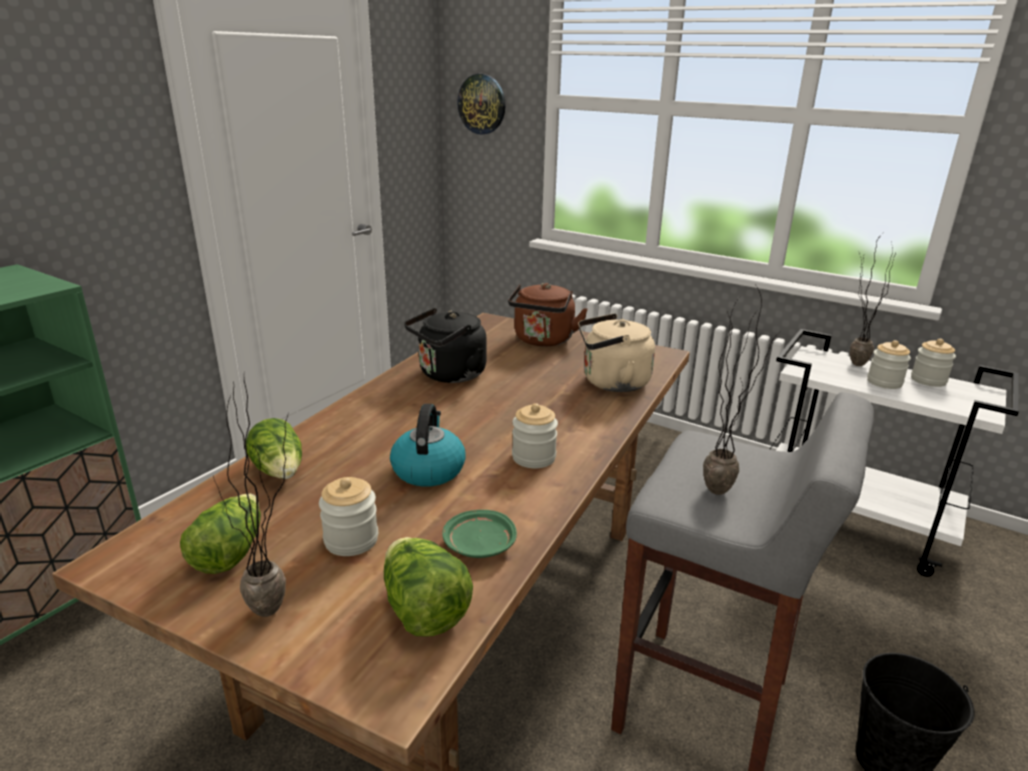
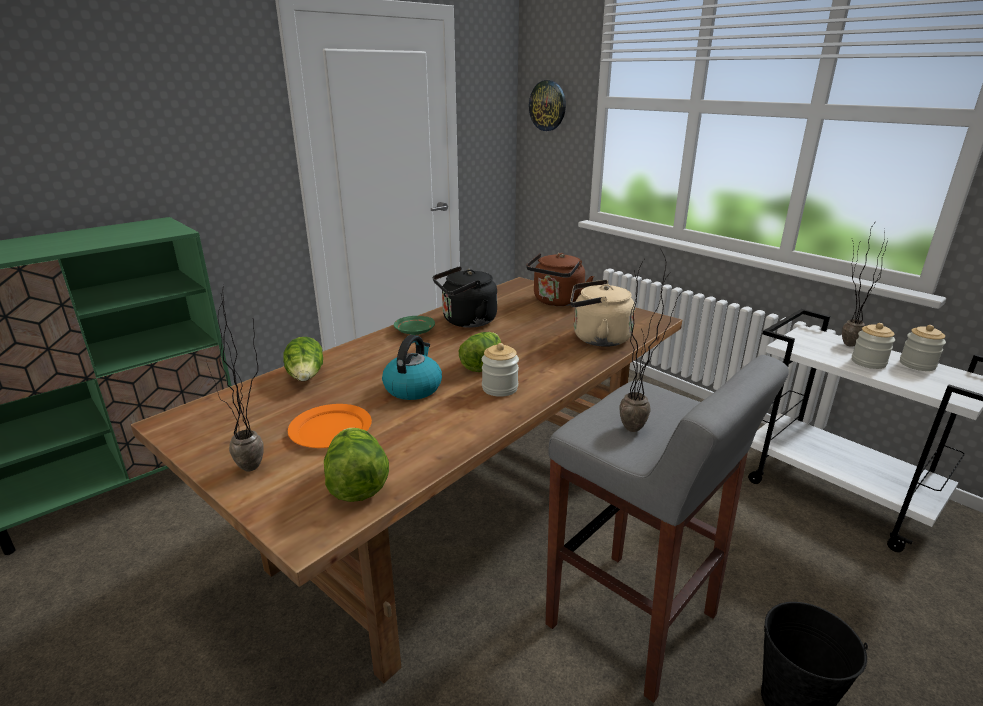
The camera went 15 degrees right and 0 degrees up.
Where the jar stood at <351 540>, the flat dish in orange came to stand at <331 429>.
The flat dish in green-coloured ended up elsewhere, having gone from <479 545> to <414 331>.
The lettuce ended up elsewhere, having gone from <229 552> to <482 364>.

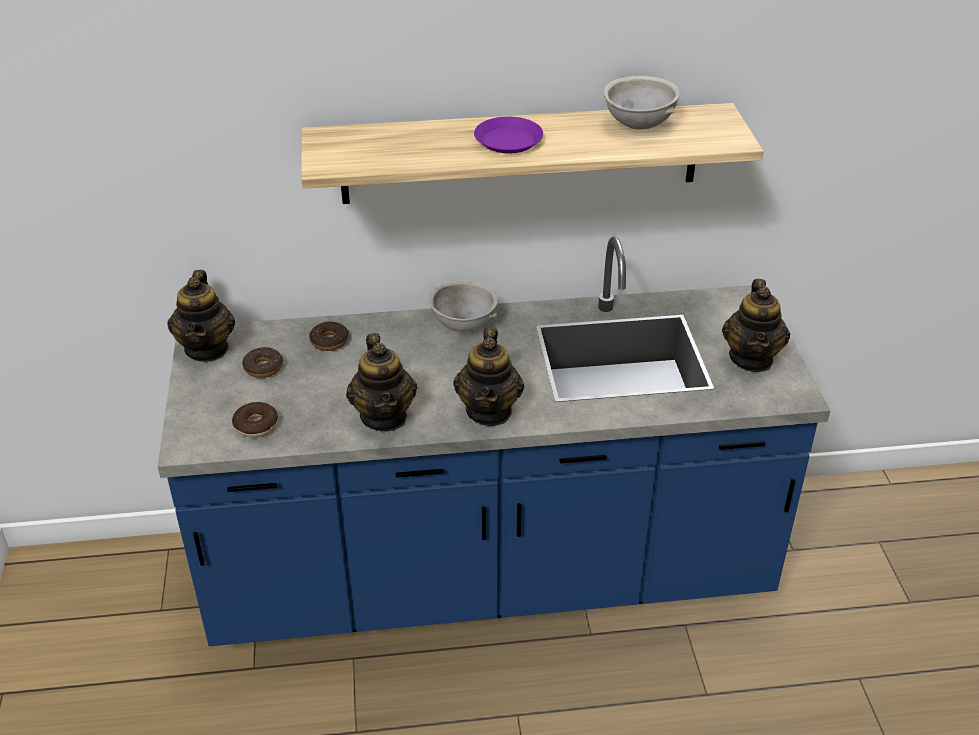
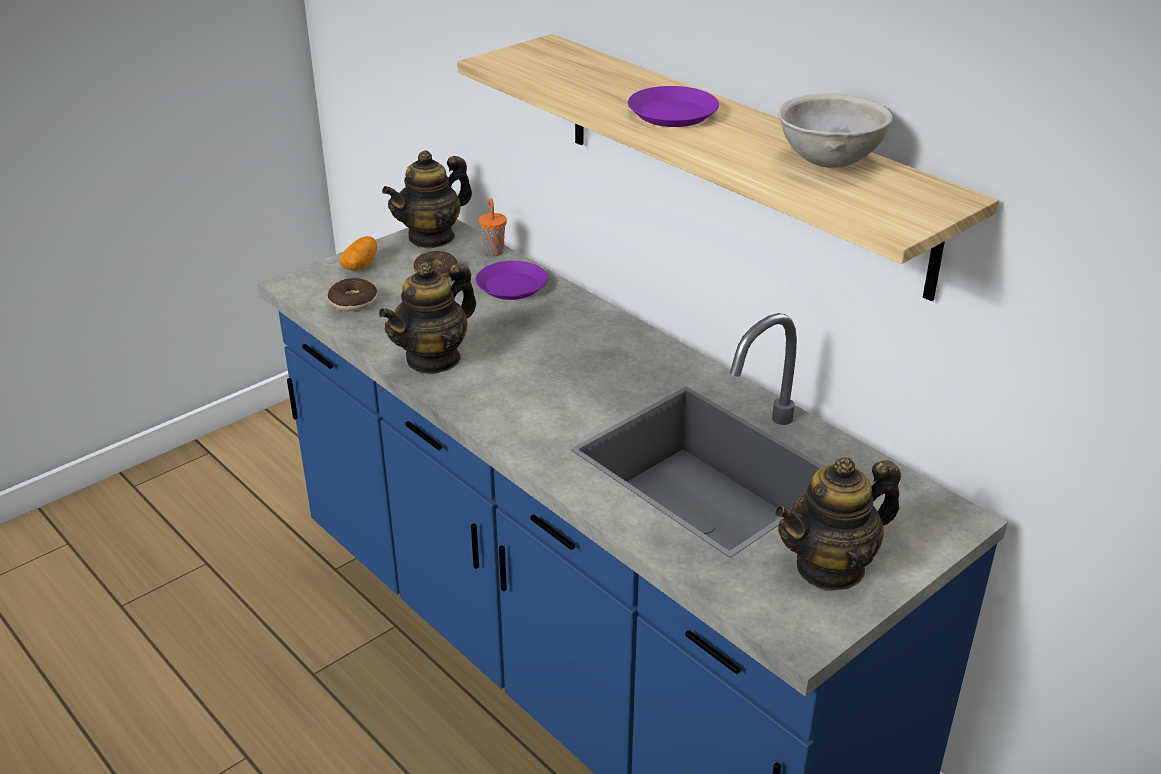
The camera went 55 degrees right and 5 degrees down.
The second view gained the spud at <360 265>.
Where the ring doughnut stood at <329 341>, the flat dish in purplish came to stand at <512 286>.
The second view gained the cup in orange at <493 251>.
The second view lost the serving bowl in gray at <463 324>.
The second view lost the tea pot at <489 411>.

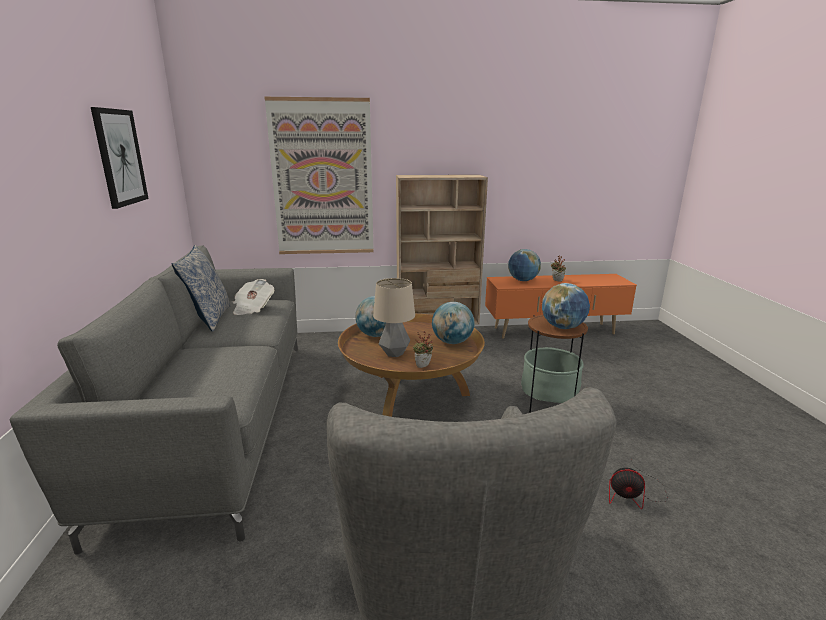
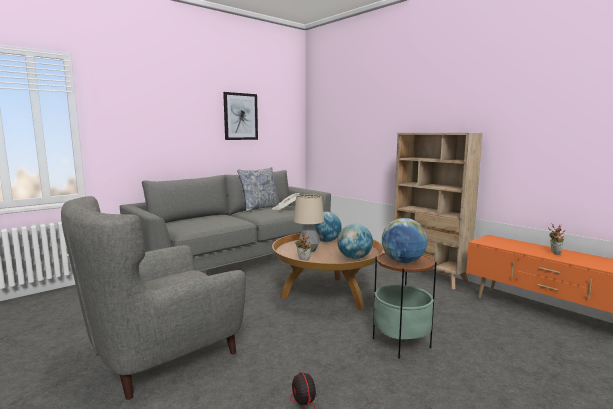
The camera went 55 degrees right and 10 degrees down.
The second view lost the wall art at <322 179>.
The second view lost the desk globe at <523 280>.

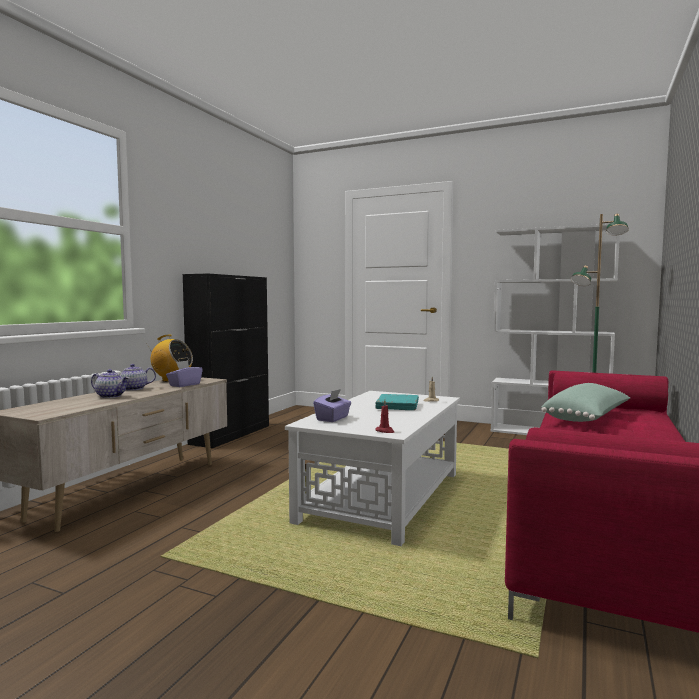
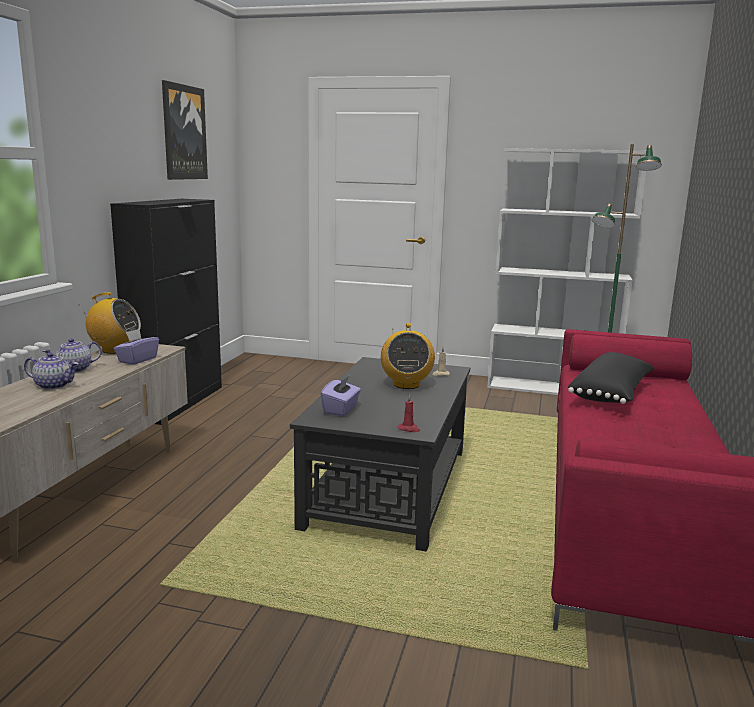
The camera went 10 degrees left and 10 degrees up.
The second view gained the wall art at <183 132>.
What was the lounge table in whitish at <381 497> turned into the lounge table in black-coloured at <388 487>.
Where the book in blue-green stood at <397 406>, the radio came to stand at <406 384>.
What was the pillow in green-coloured at <588 418> turned into the pillow in black-coloured at <612 394>.

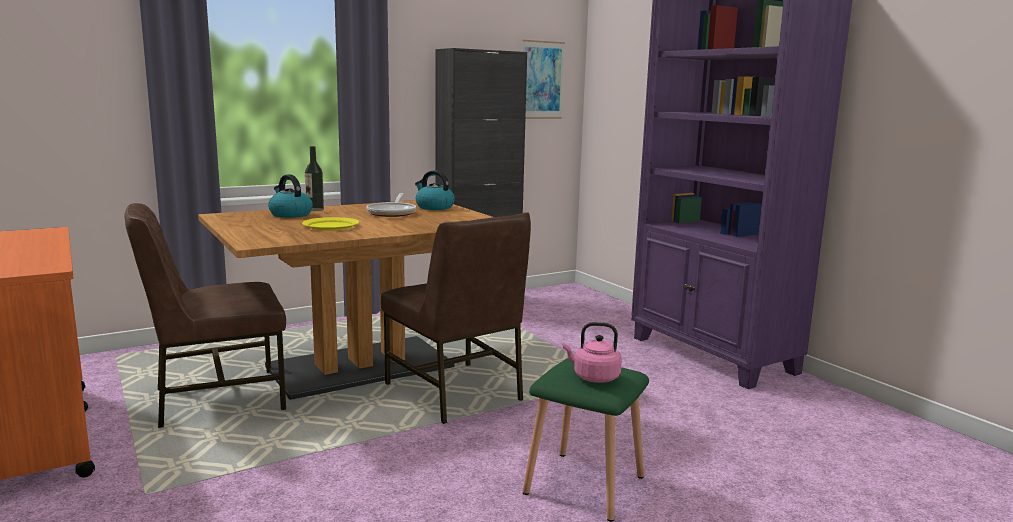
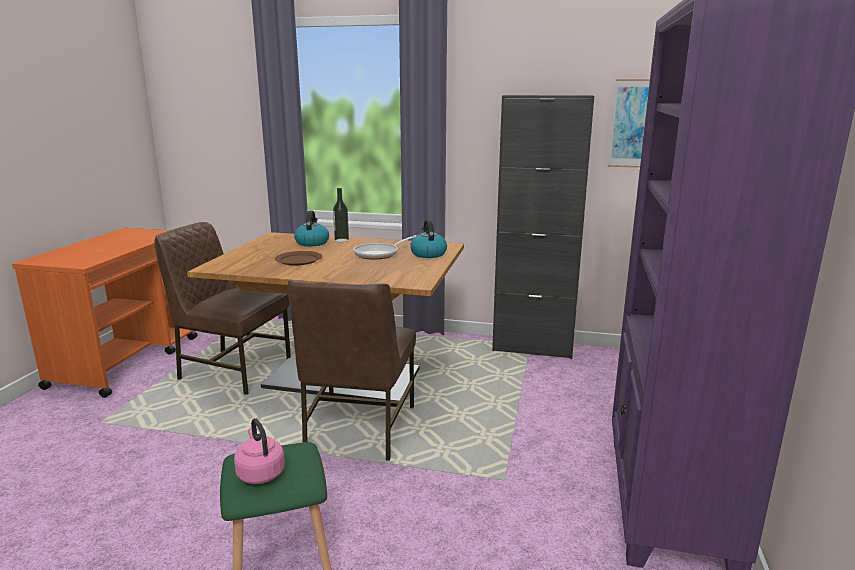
The camera went 45 degrees right and 5 degrees up.
What was the flat dish in yellow-coloured at <330 226> turned into the flat dish in brownish at <298 260>.

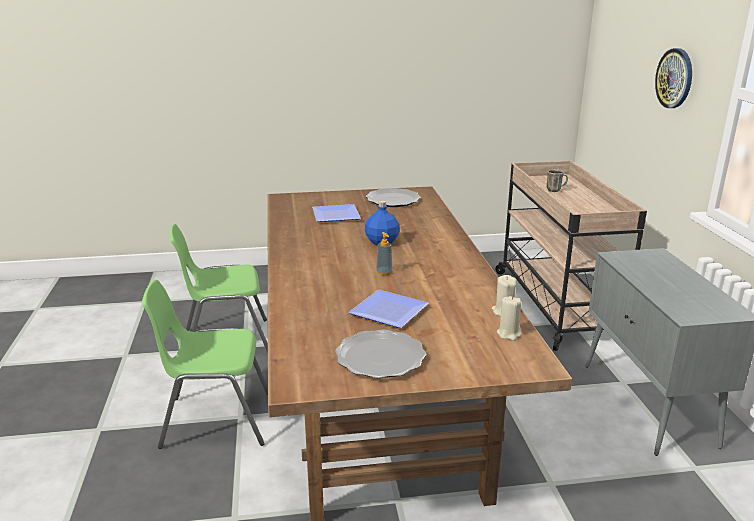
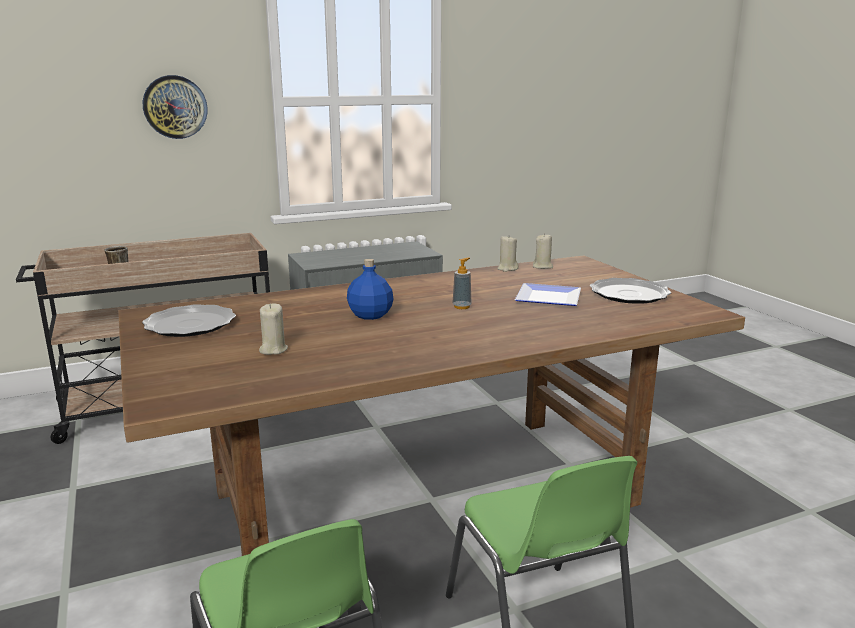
The camera went 105 degrees left and 5 degrees down.
Where the flat dish stood at <334 216>, the wax light in beige-coloured came to stand at <273 350>.

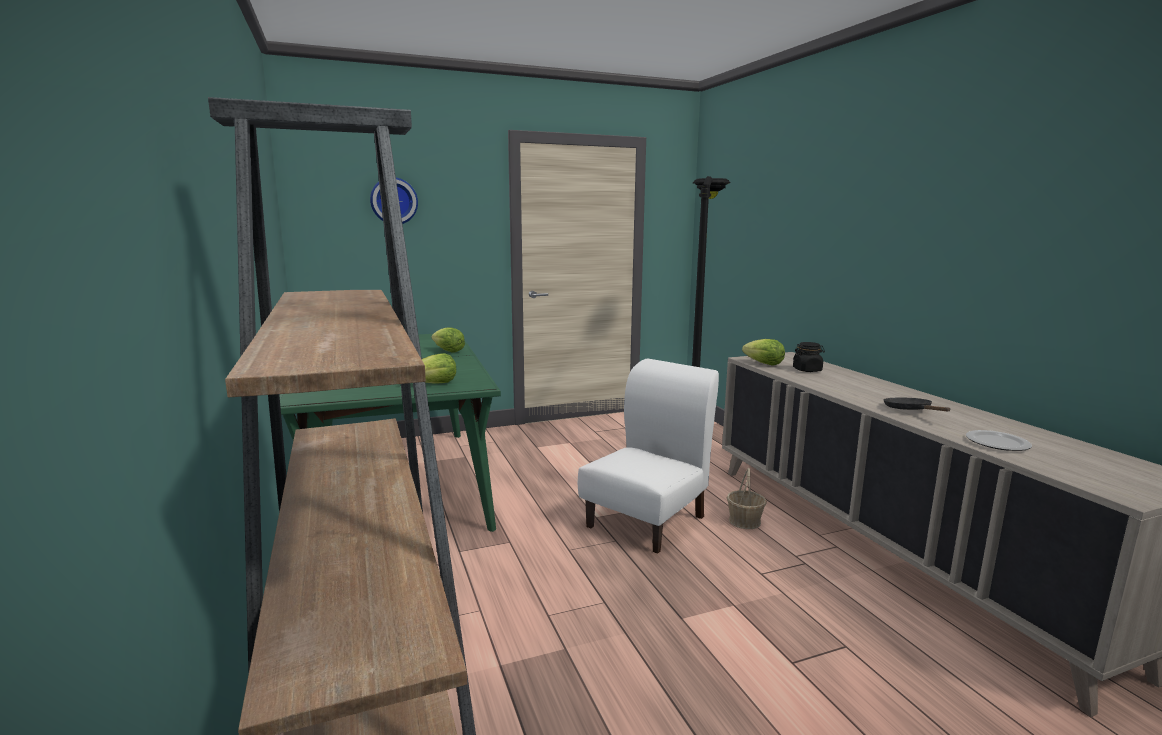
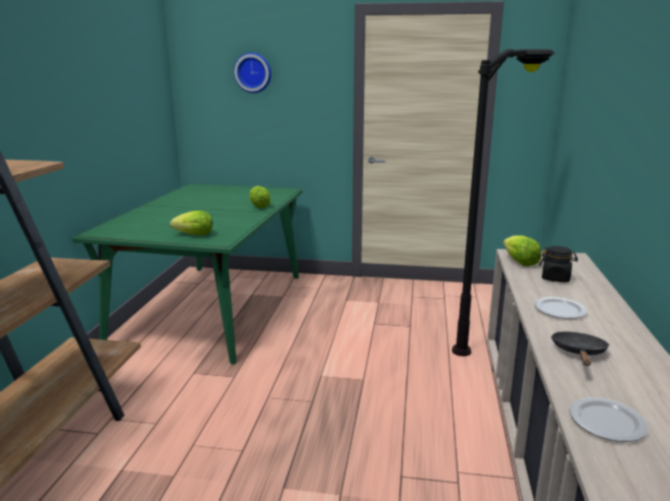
The camera went 30 degrees right and 5 degrees up.
The second view gained the flat dish at <559 310>.
The second view lost the plain chair in whitish at <647 521>.
The second view lost the basket at <745 521>.

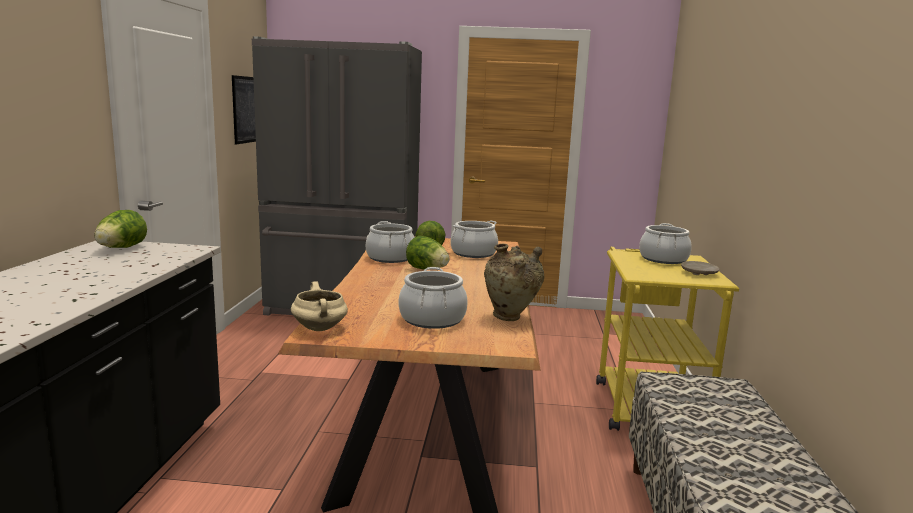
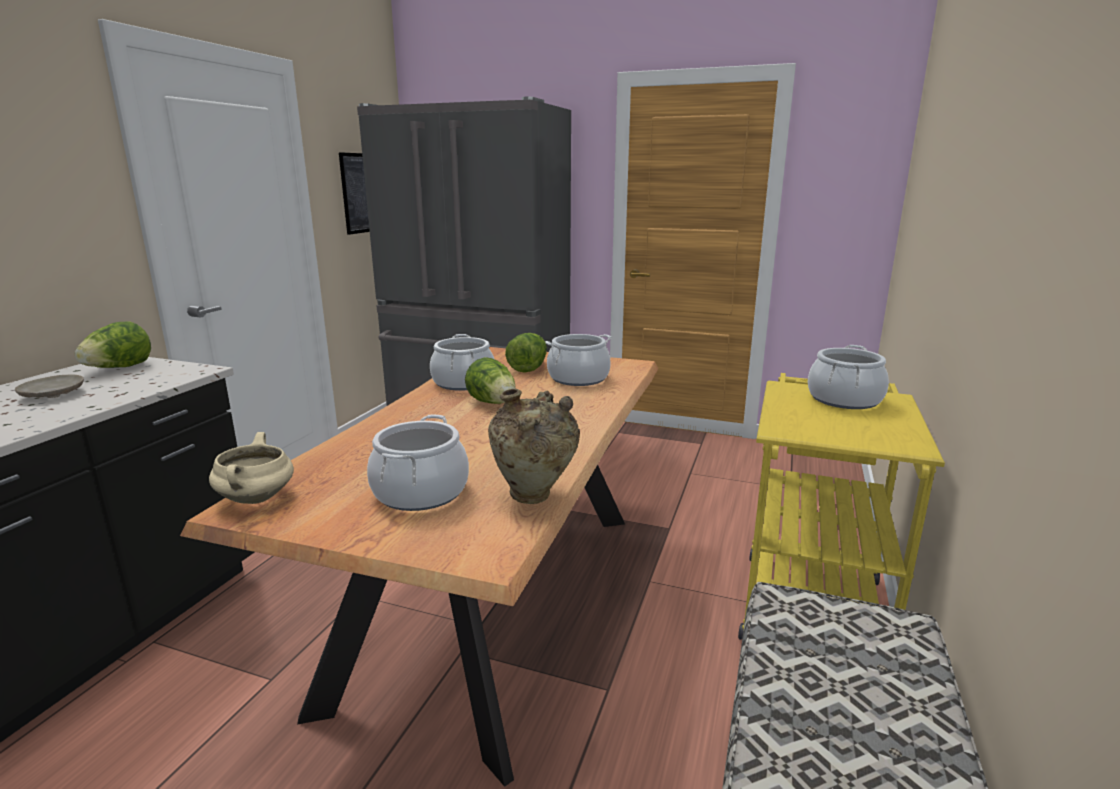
The camera went 15 degrees right and 5 degrees up.
The flat dish in beige-coloured ended up elsewhere, having gone from <699 273> to <52 395>.

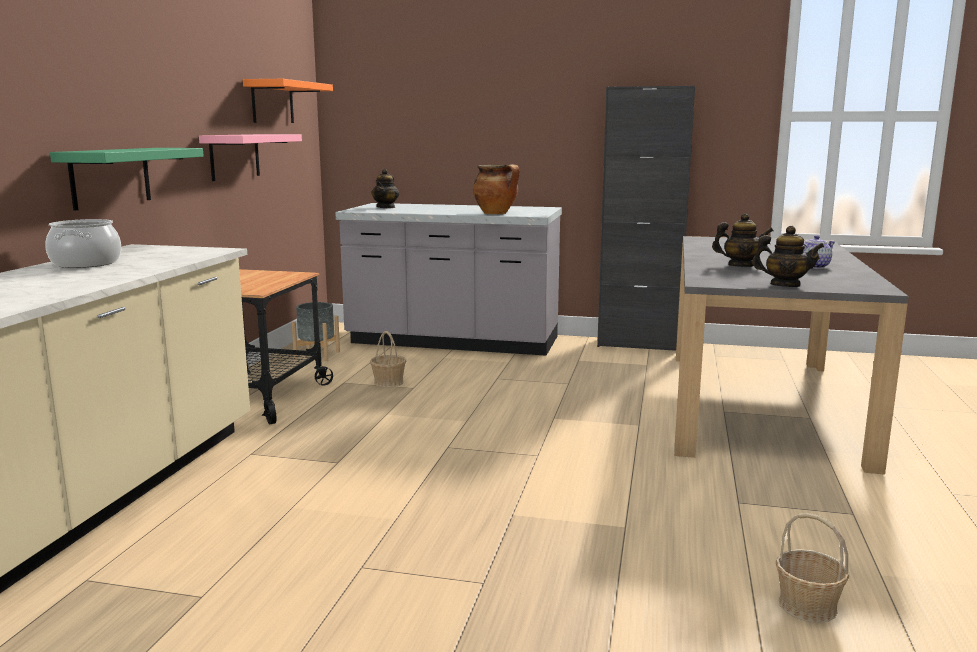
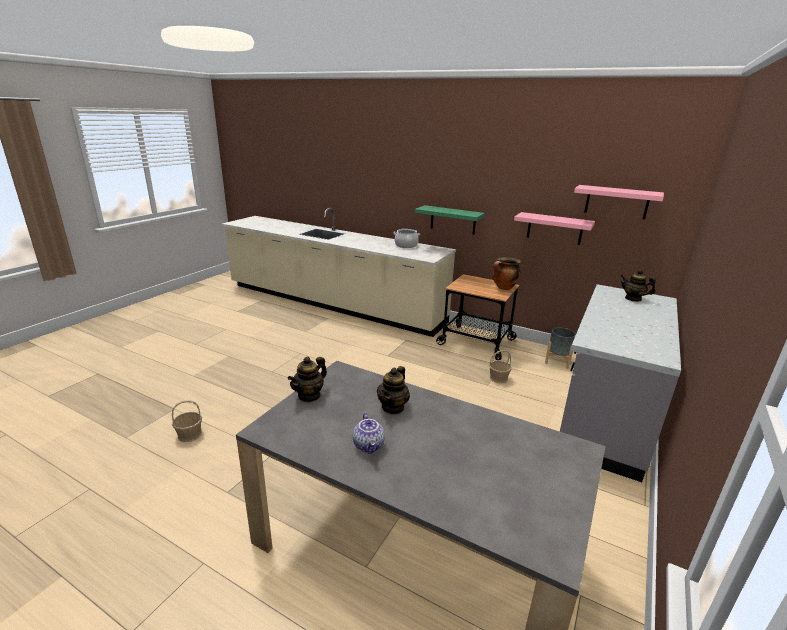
The camera went 105 degrees right and 10 degrees up.
The stockpot ended up elsewhere, having gone from <496 213> to <504 288>.
What was the bracket shelf in orange at <272 102> turned into the bracket shelf in pink-coloured at <616 202>.
The second view lost the storage cabinet in black-coloured at <638 344>.

